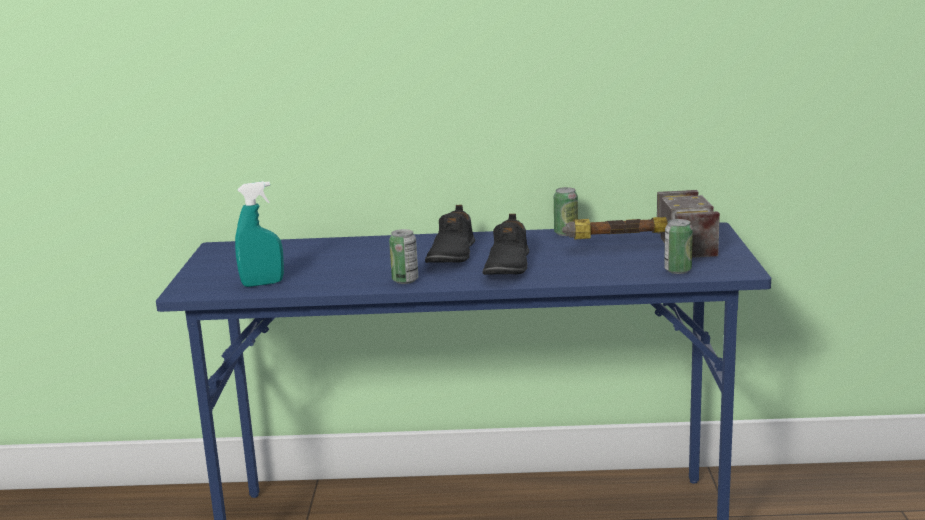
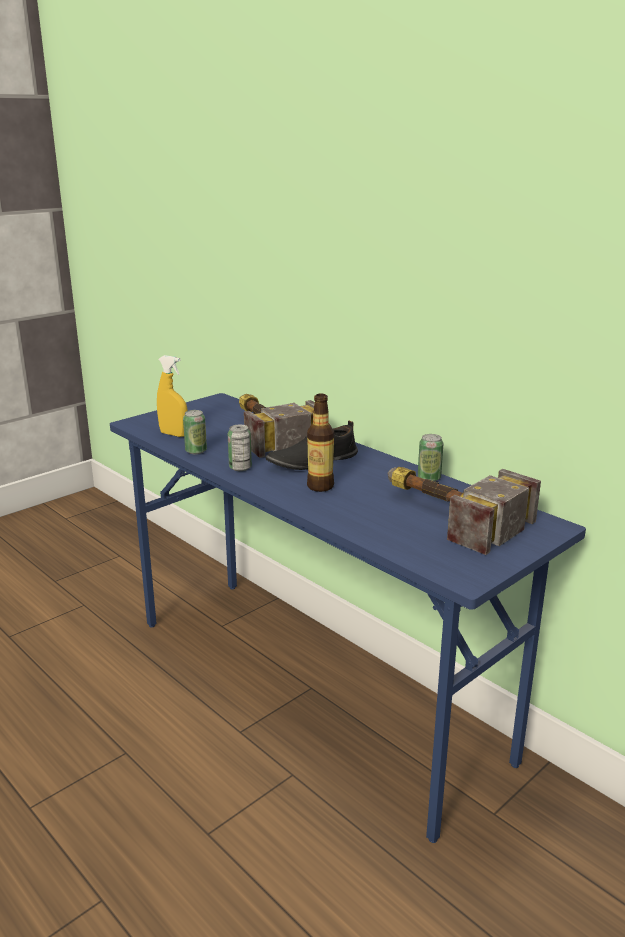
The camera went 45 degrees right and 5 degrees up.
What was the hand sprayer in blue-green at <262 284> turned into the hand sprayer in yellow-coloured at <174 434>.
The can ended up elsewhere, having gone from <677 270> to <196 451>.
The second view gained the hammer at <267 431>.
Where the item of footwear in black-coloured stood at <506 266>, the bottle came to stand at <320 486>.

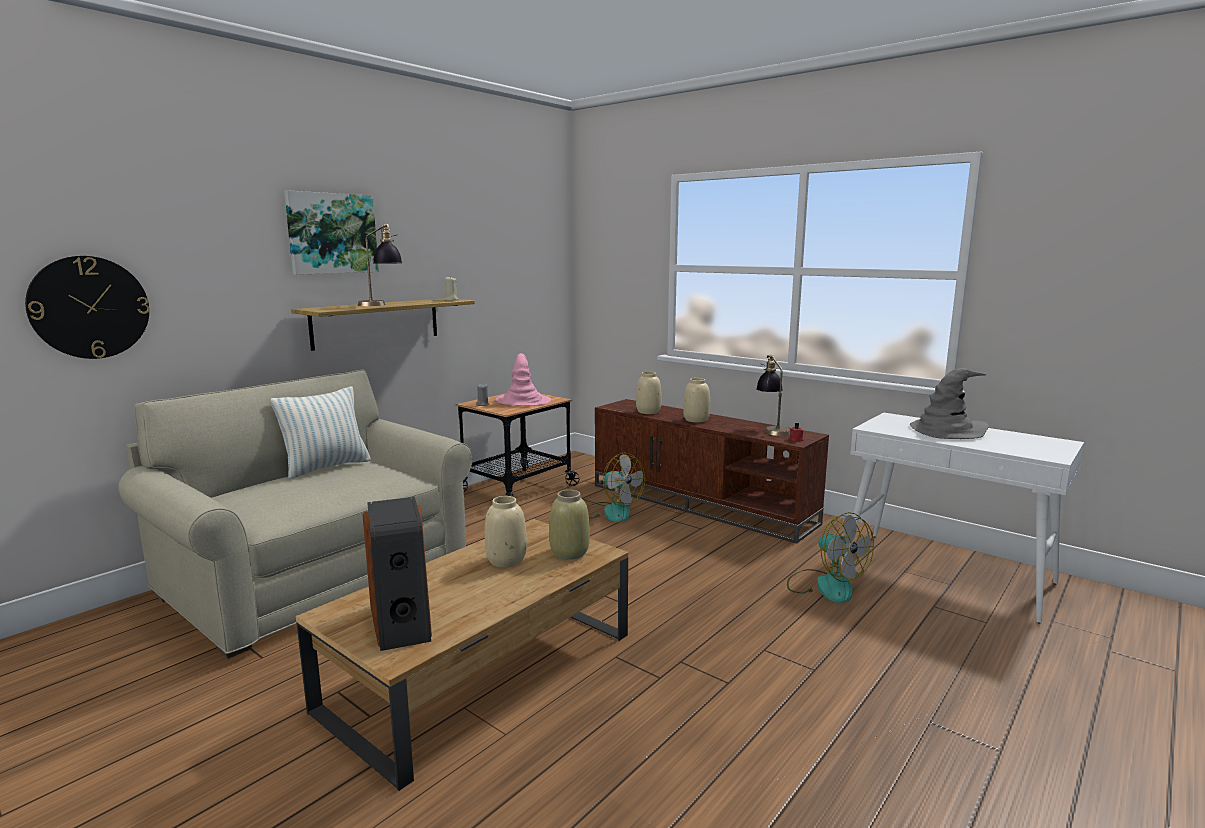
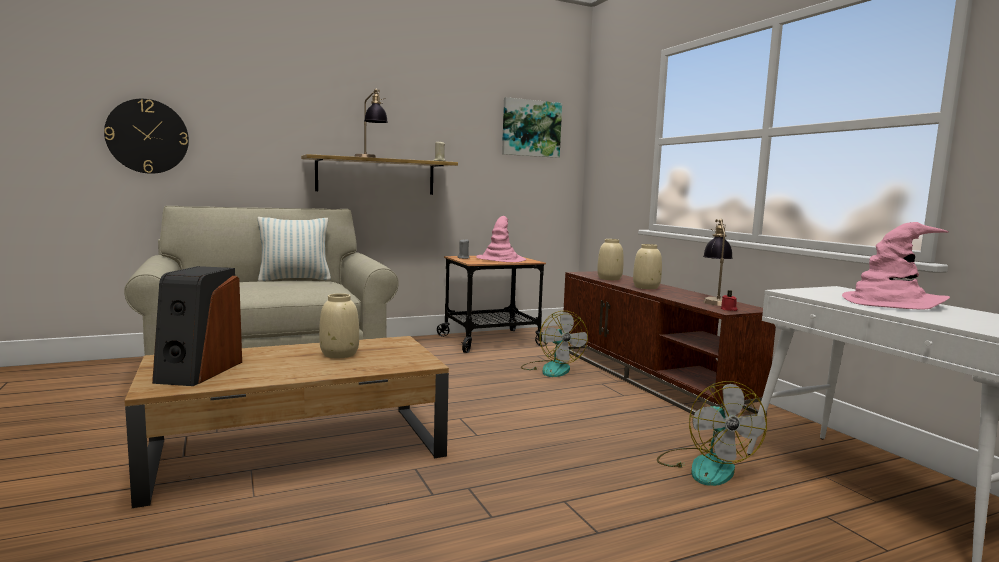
The camera went 25 degrees right and 5 degrees down.
The wall art ended up elsewhere, having gone from <332 233> to <531 128>.
What was the hat in gray at <948 430> turned into the hat in pink-coloured at <892 303>.
The second view lost the flower vase in beige-coloured at <569 552>.

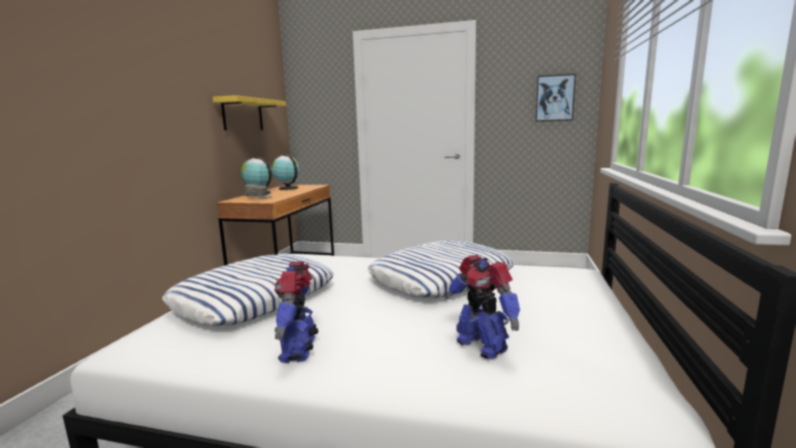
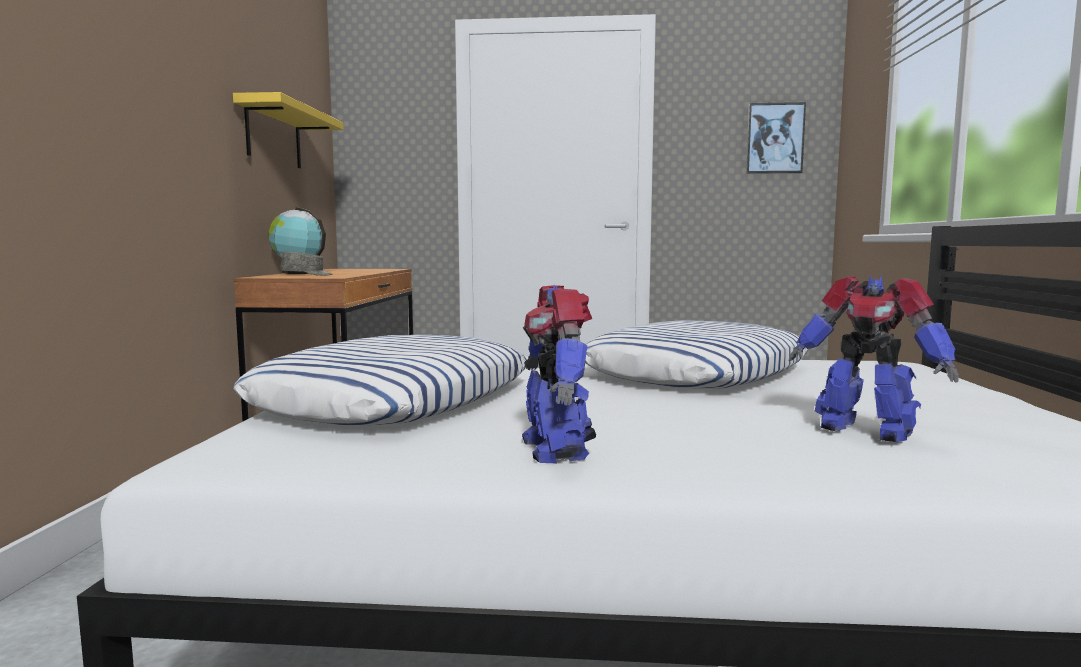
The camera went 10 degrees left and 5 degrees down.
The second view lost the desk globe at <287 188>.

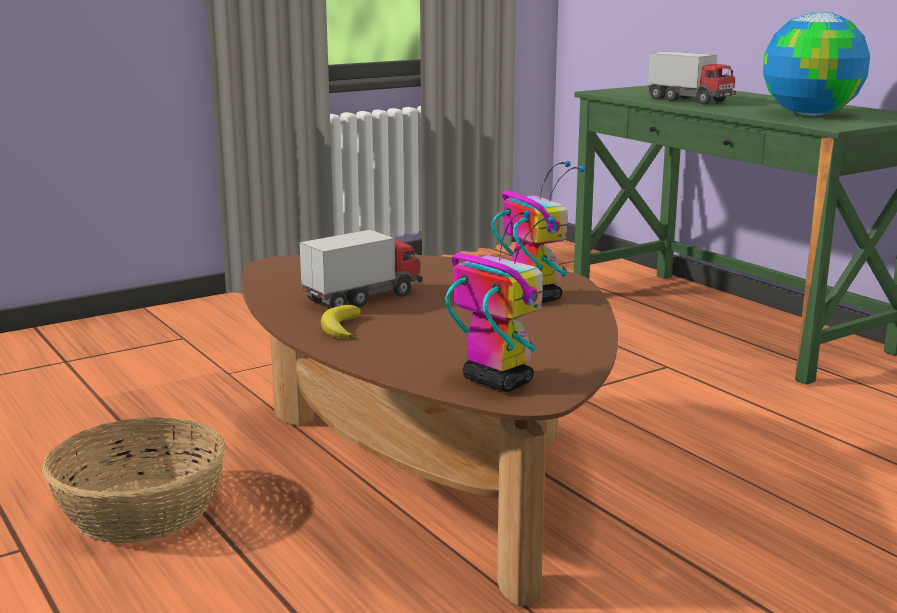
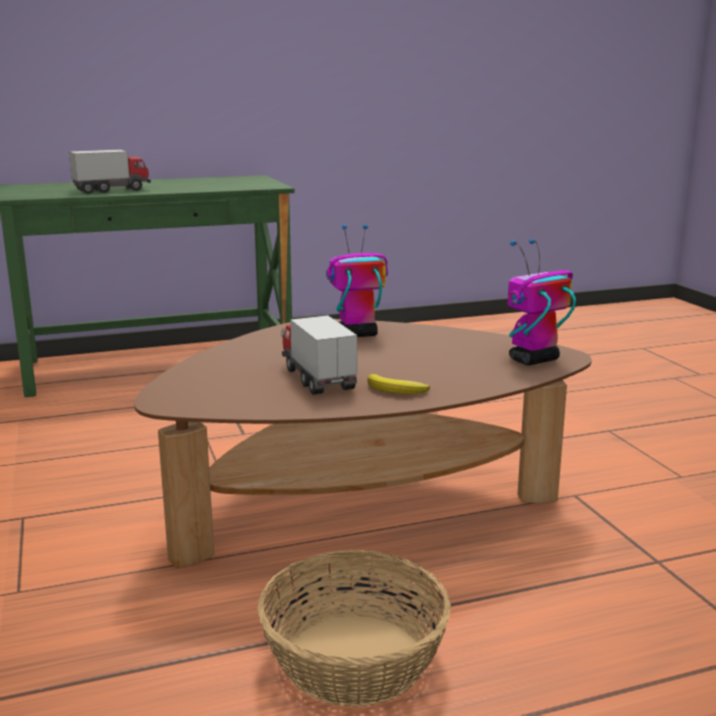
The camera went 75 degrees left and 0 degrees up.
The second view lost the desk globe at <809 114>.

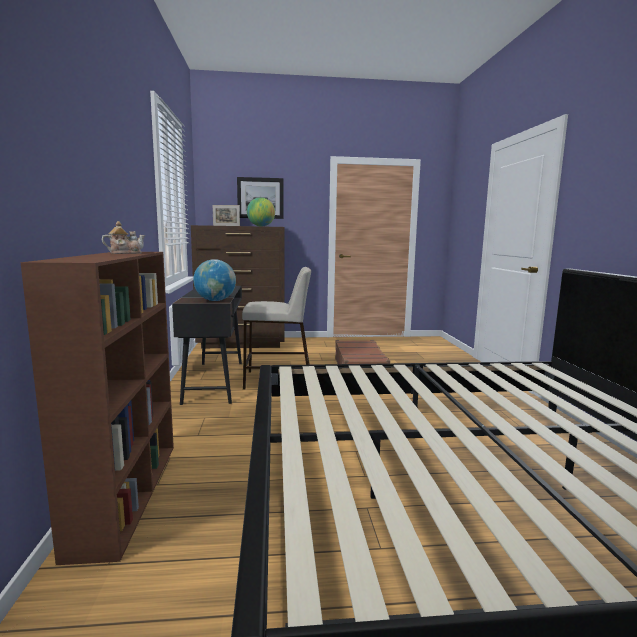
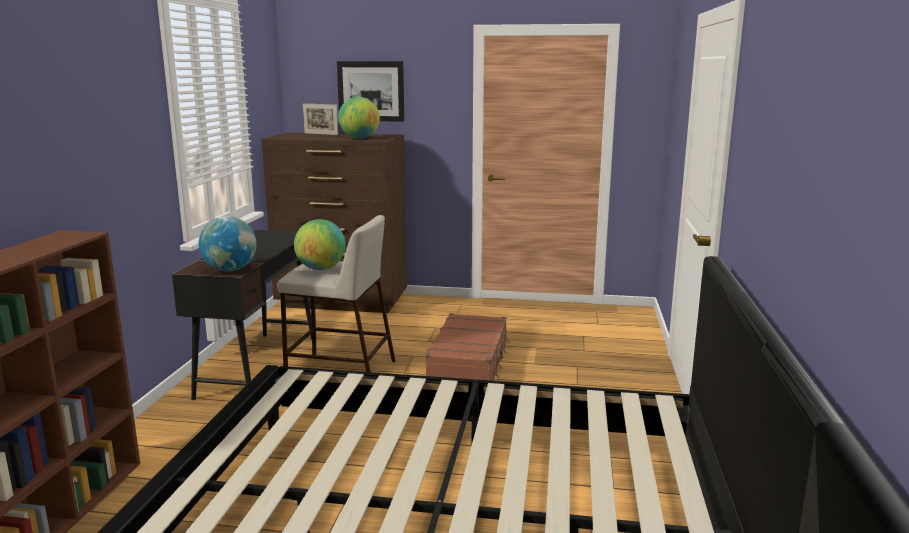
The camera went 15 degrees right and 5 degrees up.
The second view gained the desk globe at <321 269>.
The second view lost the tea pot at <125 253>.

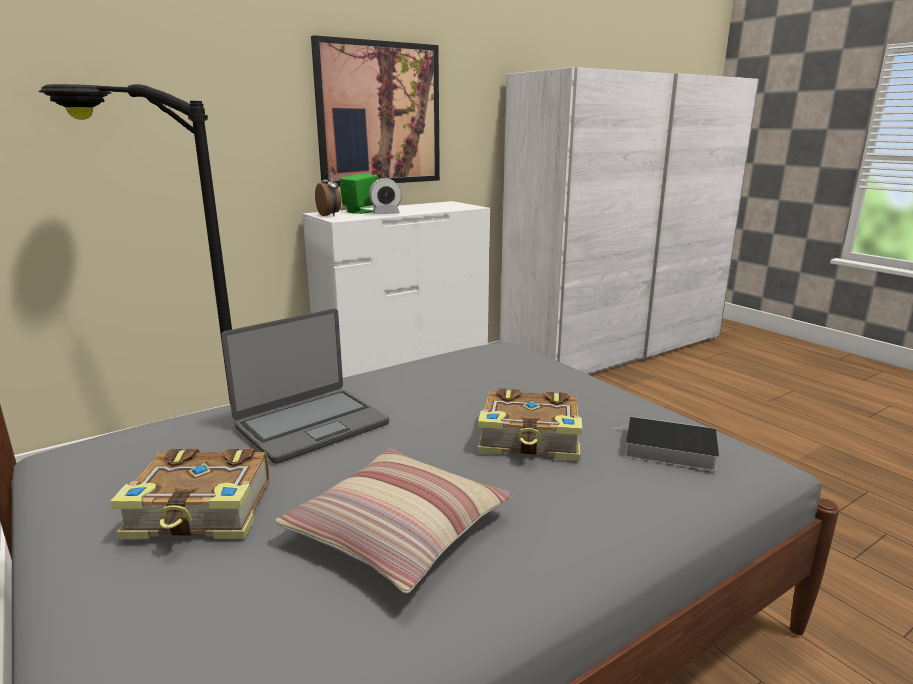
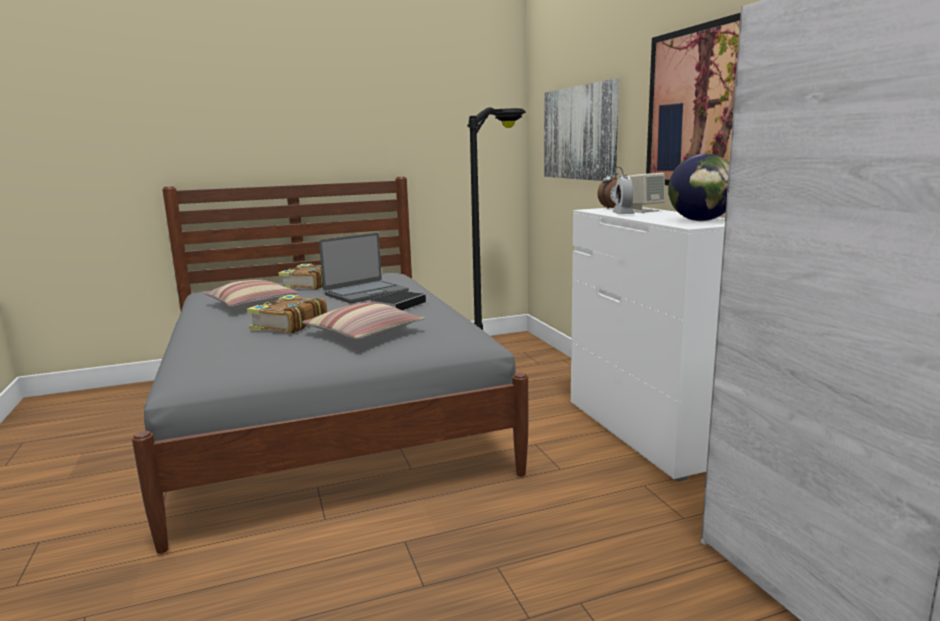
The camera went 105 degrees right and 5 degrees down.
The second view gained the pillow at <364 333>.
The portable computer at <311 425> ended up facing another way, 105 degrees counterclockwise from before.
The book ended up elsewhere, having gone from <666 449> to <399 305>.
The second view gained the wall art at <579 133>.
What was the audio speaker in green-coloured at <360 211> turned into the audio speaker in beige-coloured at <642 211>.
The second view gained the desk globe at <700 220>.

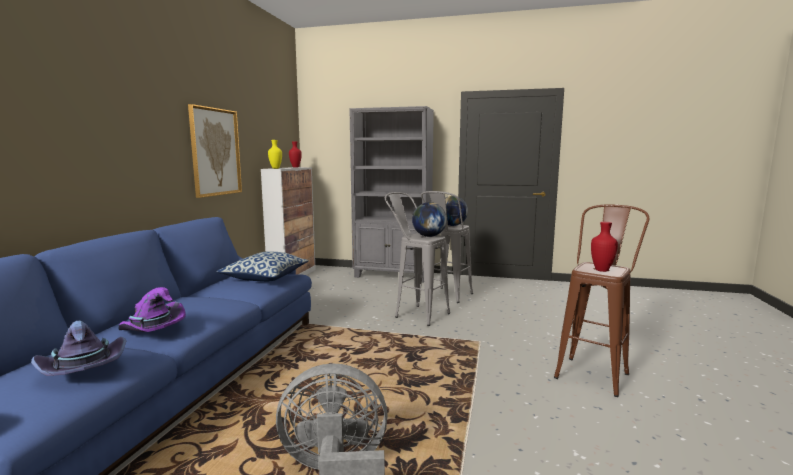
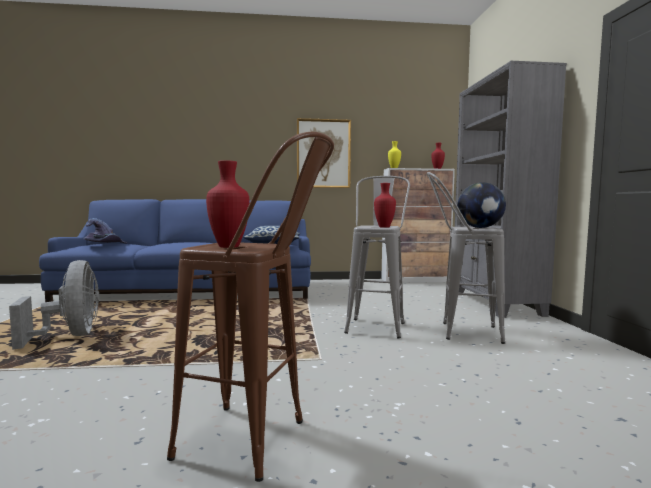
The camera went 70 degrees right and 5 degrees down.
Where the desk globe stood at <429 236>, the flower vase in red-coloured came to stand at <384 227>.
The second view lost the hat in purplish at <151 330>.

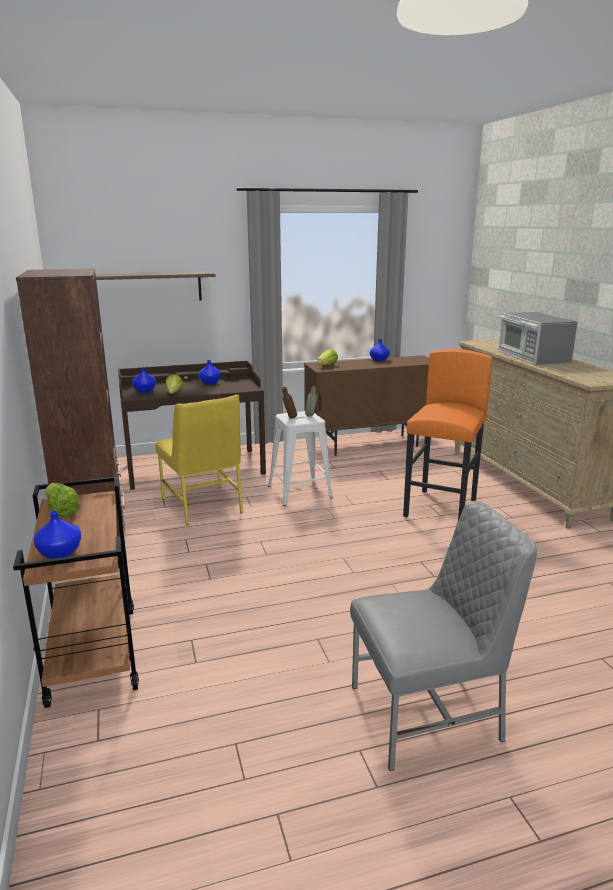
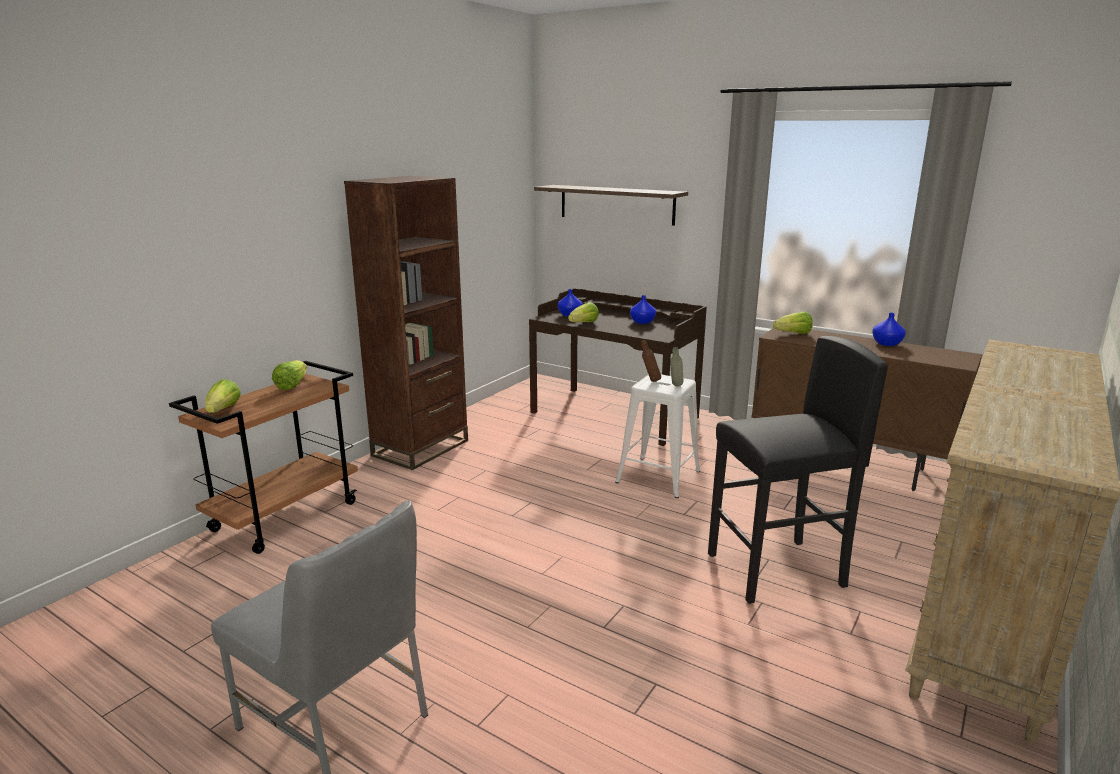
The camera went 50 degrees right and 0 degrees up.
Where the flower vase in blue-coloured stood at <60 553>, the lettuce came to stand at <223 410>.
What was the sitting stool in orange at <441 508> turned into the sitting stool in black-coloured at <776 571>.
The second view lost the plain chair in yellow-coloured at <203 505>.
The second view lost the microwave at <532 357>.

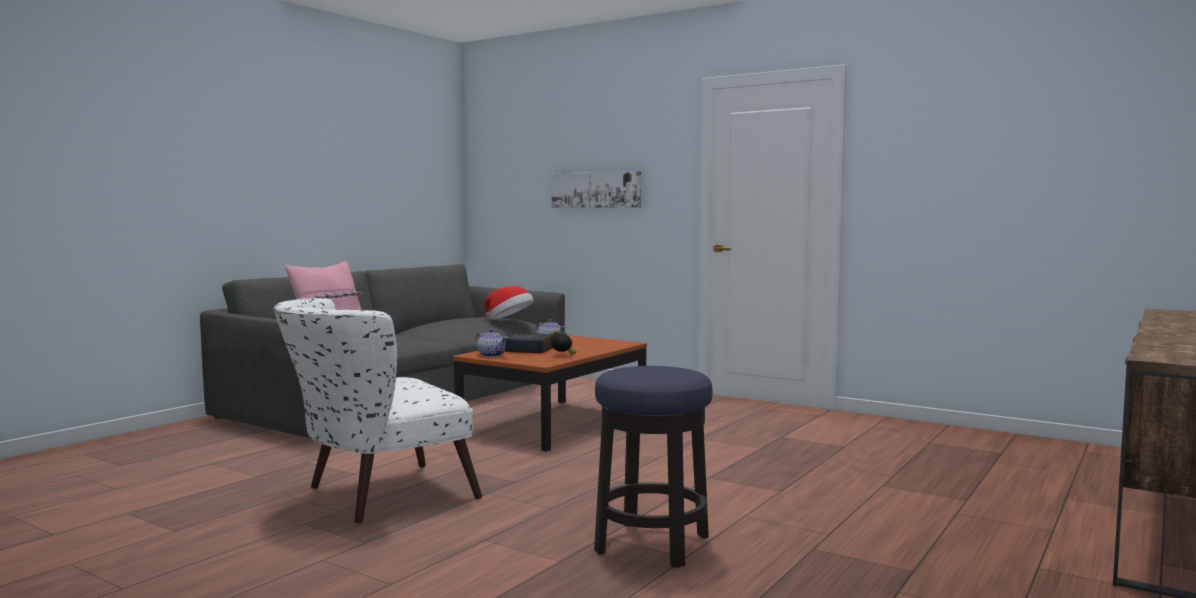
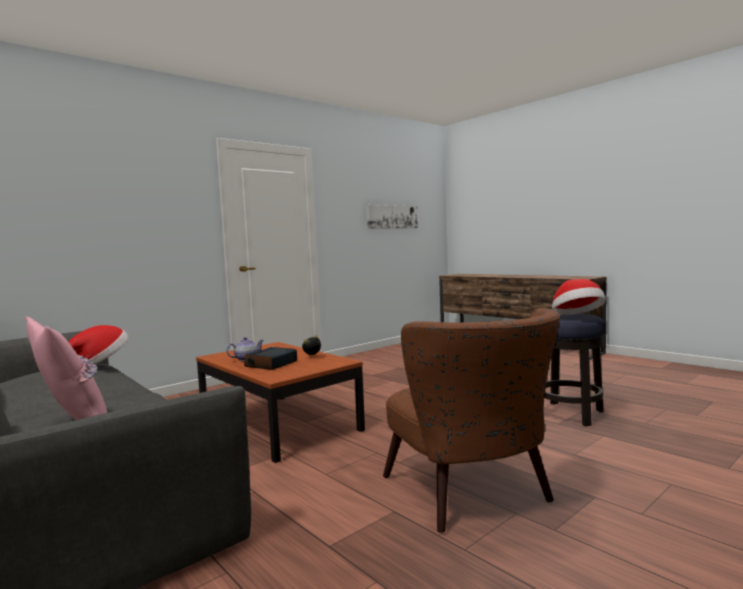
The camera went 75 degrees left and 0 degrees up.
The wall art ended up elsewhere, having gone from <596 190> to <392 217>.
What was the armchair in whitish at <374 496> turned into the armchair in brownish at <473 497>.
The second view gained the hat at <577 317>.
The second view lost the tea pot at <491 355>.

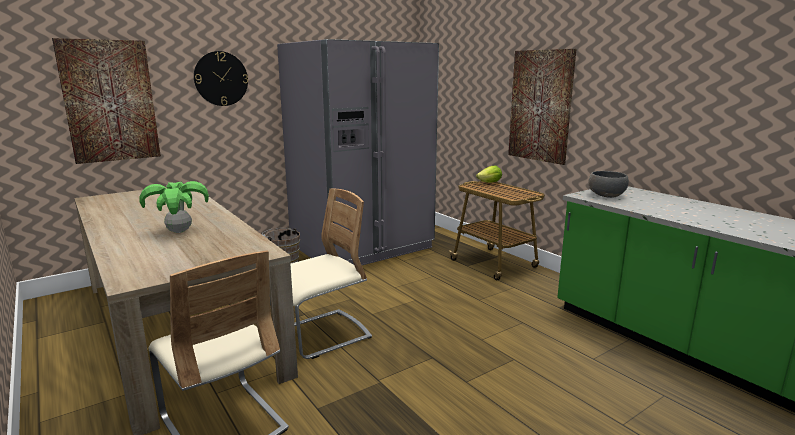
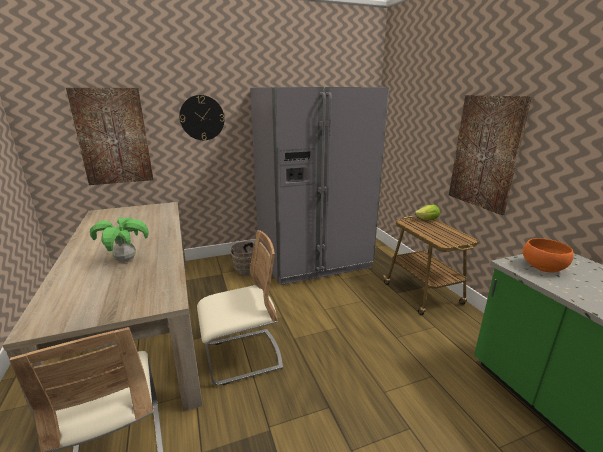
The camera went 15 degrees right and 5 degrees up.
What was the serving bowl in gray at <606 195> turned into the serving bowl in orange at <542 267>.

